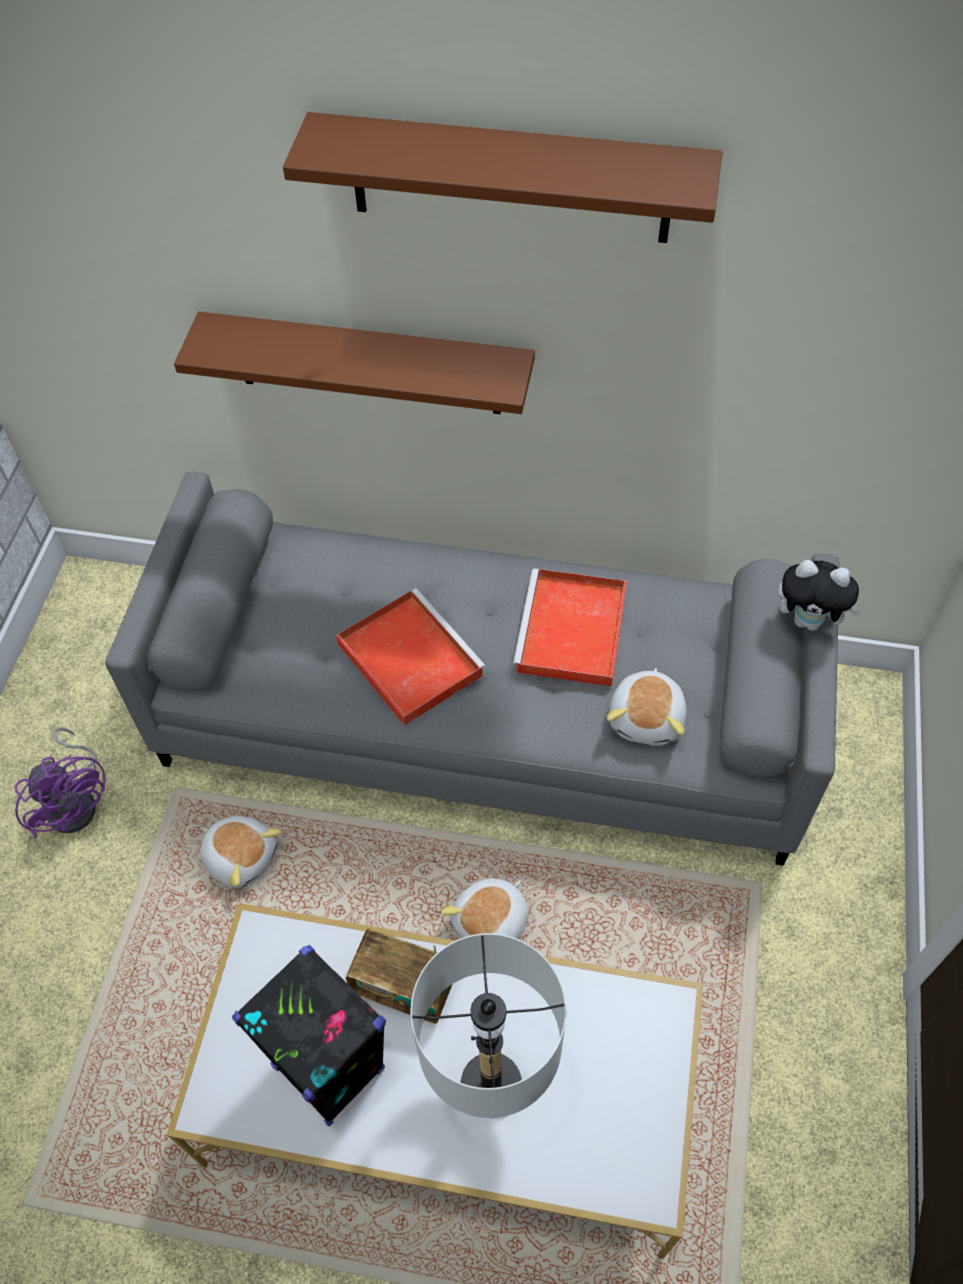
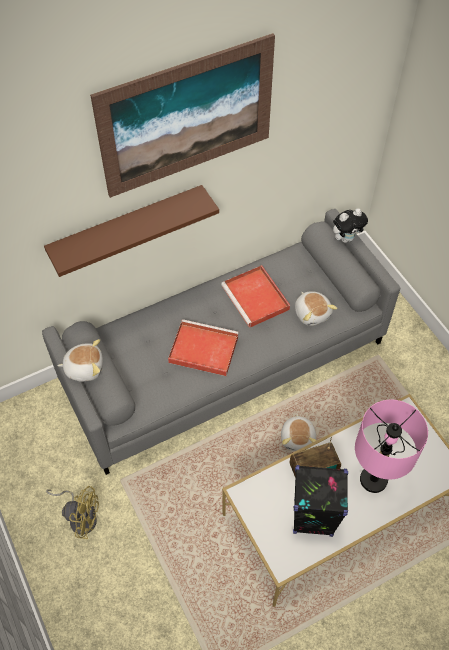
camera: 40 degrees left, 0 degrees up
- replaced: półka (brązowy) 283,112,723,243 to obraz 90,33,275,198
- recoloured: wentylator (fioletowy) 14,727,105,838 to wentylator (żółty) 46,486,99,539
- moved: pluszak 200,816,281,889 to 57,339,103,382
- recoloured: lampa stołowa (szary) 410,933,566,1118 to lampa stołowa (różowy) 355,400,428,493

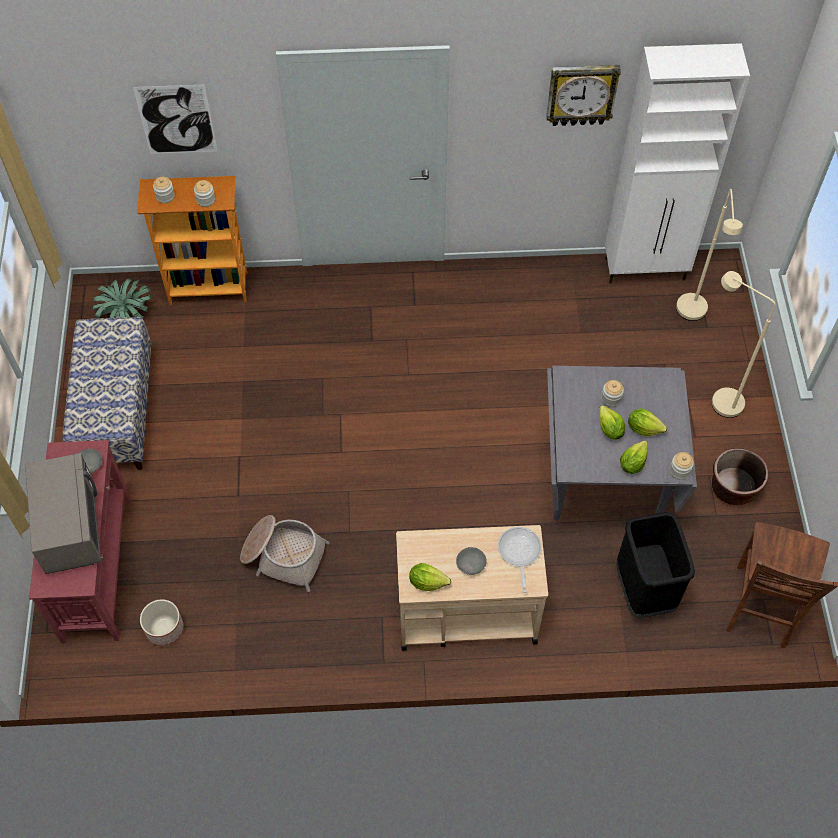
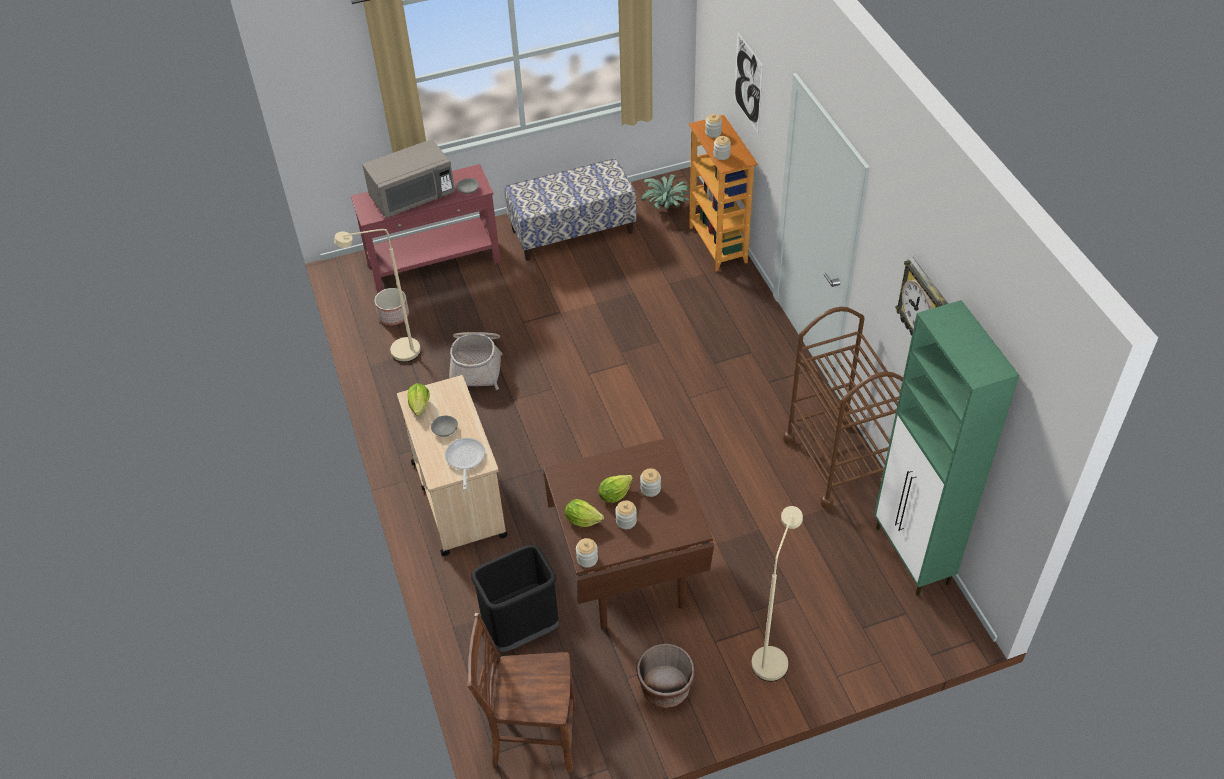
camera: 75 degrees right, 10 degrees down
- recoloured: szafka (biały) 605,43,750,283 to szafka (zielony) 874,300,1019,596
- moved: lampa stojąca (beżowy) 676,189,743,321 to 334,229,421,362
- recoloured: stół jadalny (szary) 547,366,697,521 to stół jadalny (brązowy) 543,437,714,629
- replaced: sałata 628,408,667,436 to słoik 615,501,637,529
- turned: patelnia 498,527,541,593 = 445,438,485,490 75 degrees counterclockwise
- added: wózek (brązowy) 783,307,903,509

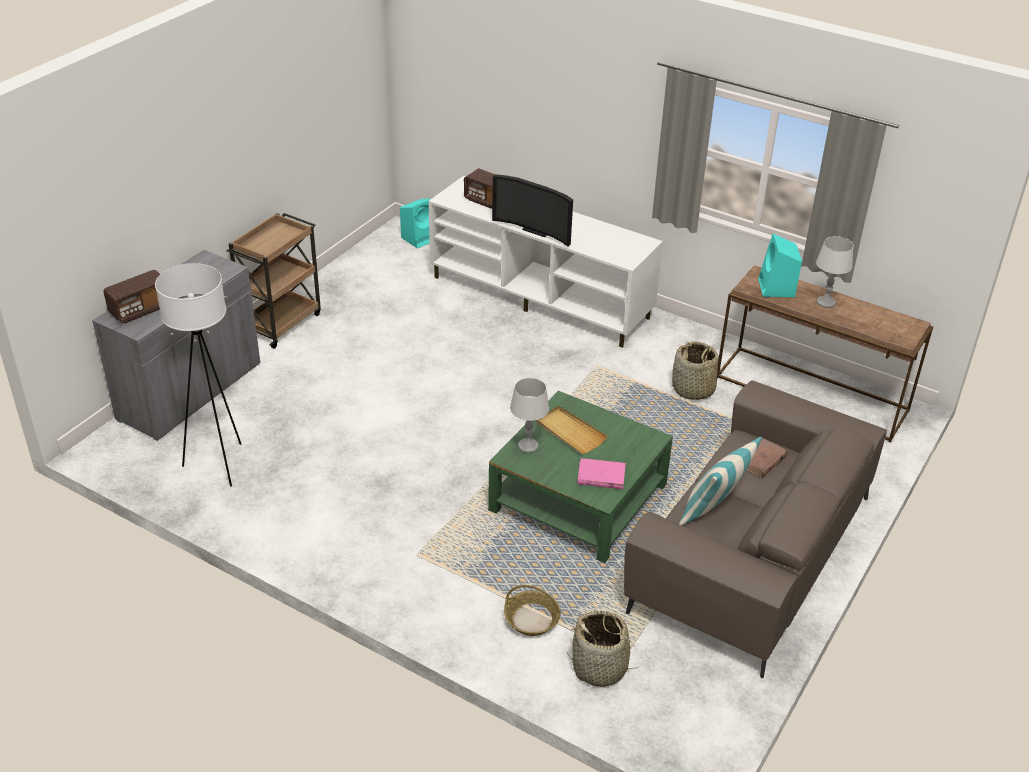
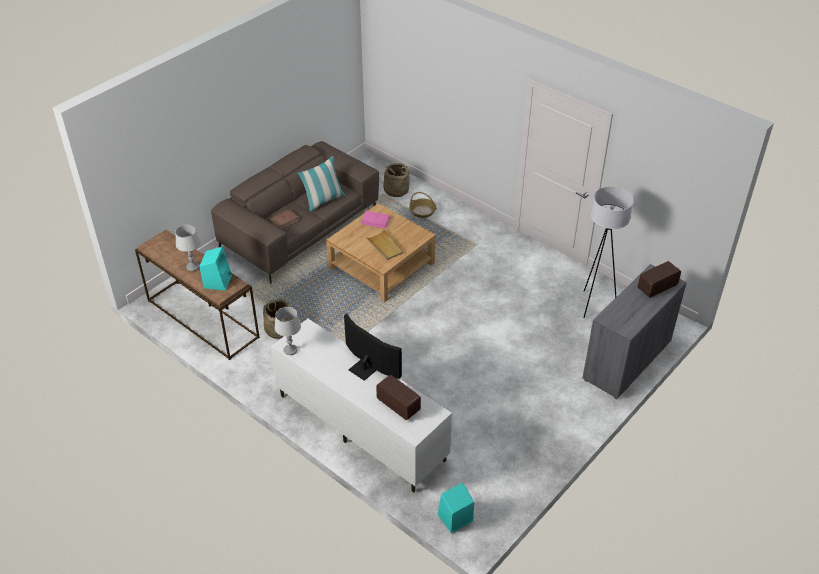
camera: 170 degrees left, 5 degrees up
- removed: wózek (brązowy) 227,213,321,349
- moved: lampa stołowa (szary) 510,378,549,453 to 274,307,301,355
- recoloured: ława (zielony) 488,391,673,563 to ława (beżowy) 326,203,435,303

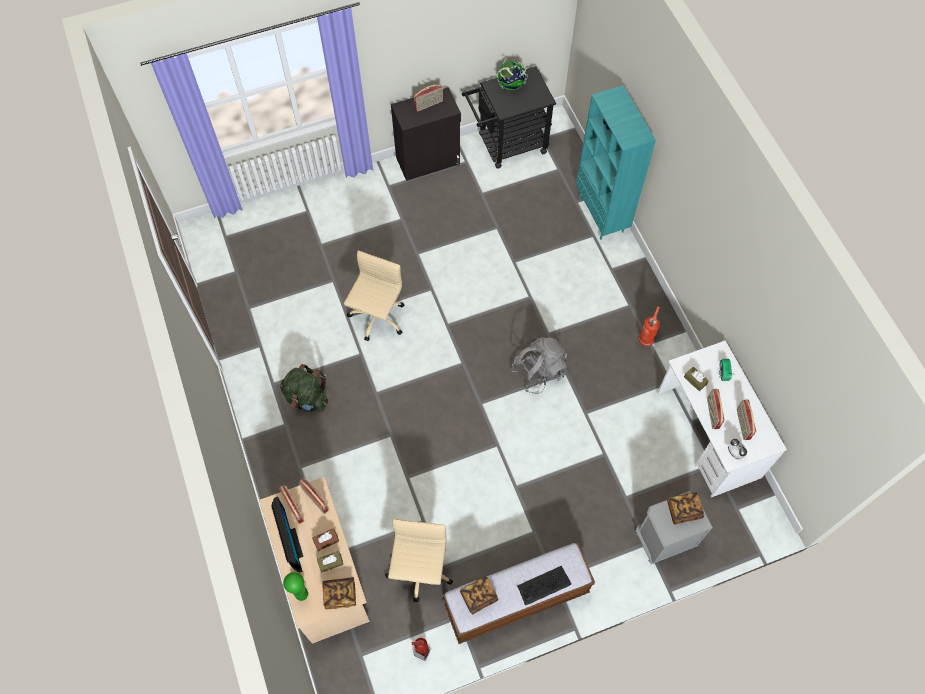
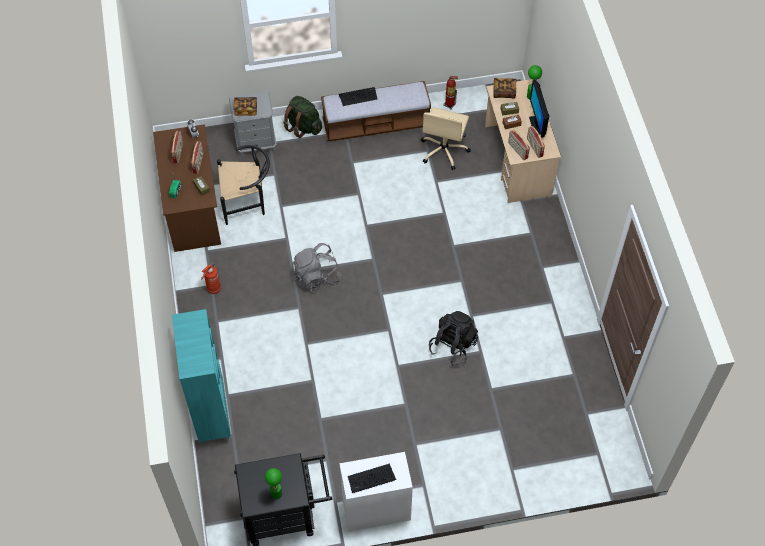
camera: 170 degrees left, 5 degrees down
- replaced: globus 497,58,528,91 to lampa stołowa (zielony) 265,468,282,499
- replaced: radio 414,84,443,111 to klawiatura 348,464,396,493
- recoloured: szafka (czarny) 391,87,461,181 to szafka (biały) 340,452,413,532
- replaced: krzesło biurowe (beżowy) 344,251,404,341 to plecak (czarny) 429,311,478,366
- recoloured: biurko (biały) 657,340,787,498 to biurko (brązowy) 153,124,221,252
- moved: plecak (zielony) 280,364,328,412 to 283,96,322,138
- removed: książka 460,576,498,615
- added: krzesło (czarny) 217,145,270,225

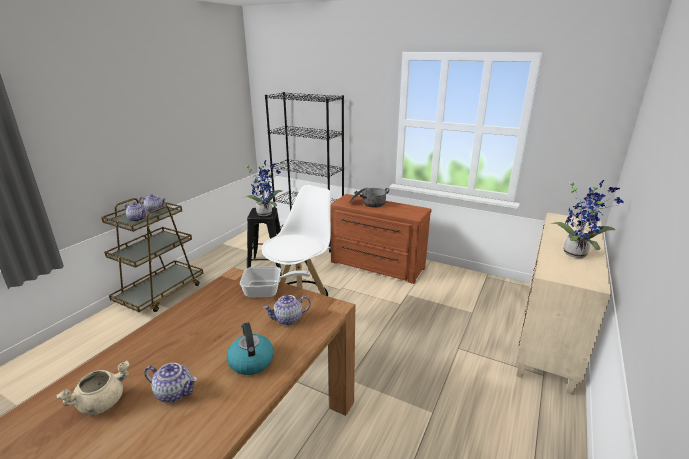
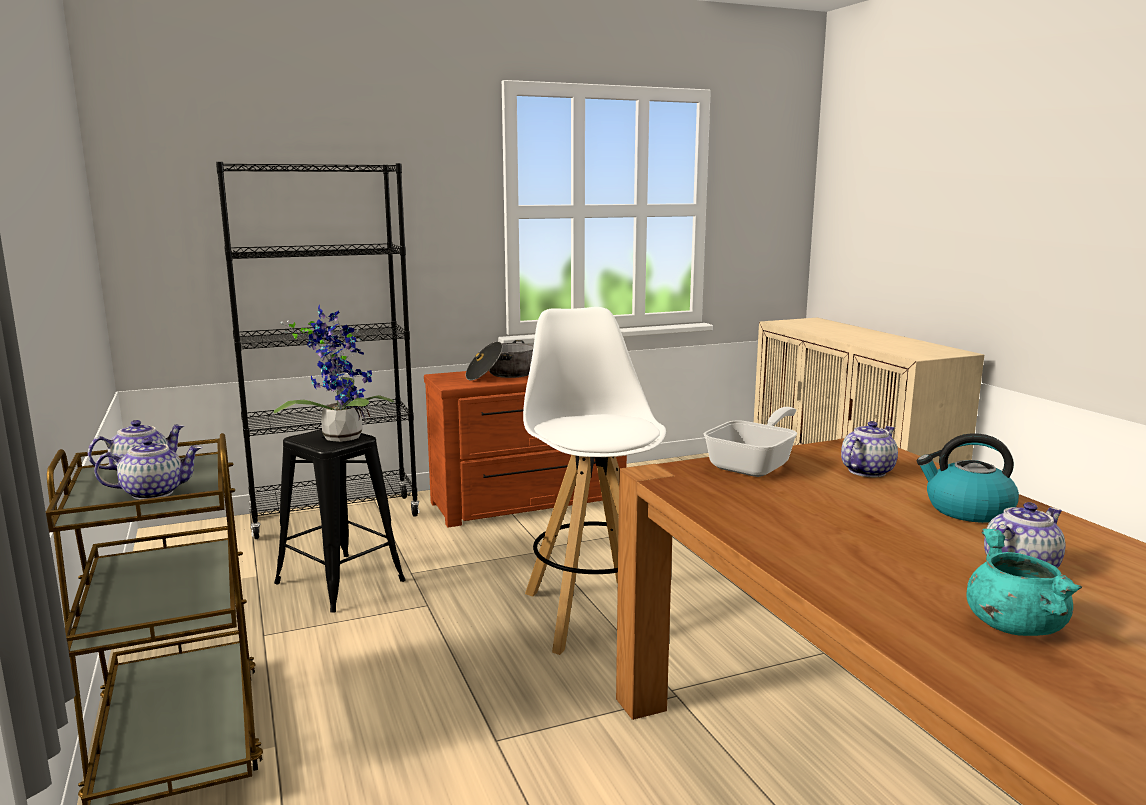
camera: 50 degrees left, 10 degrees down
- removed: roślina doniczkowa 551,180,623,258
- turned: imbryk 263,295,311,325 = 841,421,898,477 150 degrees counterclockwise
- recoloured: garnek (beżowy) 56,360,130,415 to garnek (turkusowy) 967,529,1082,636

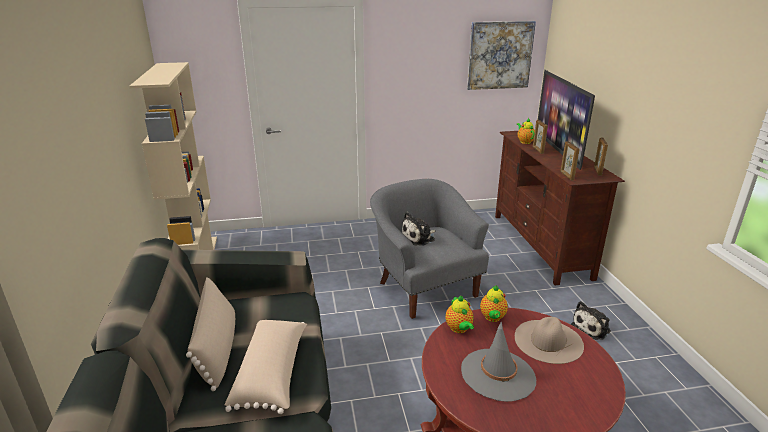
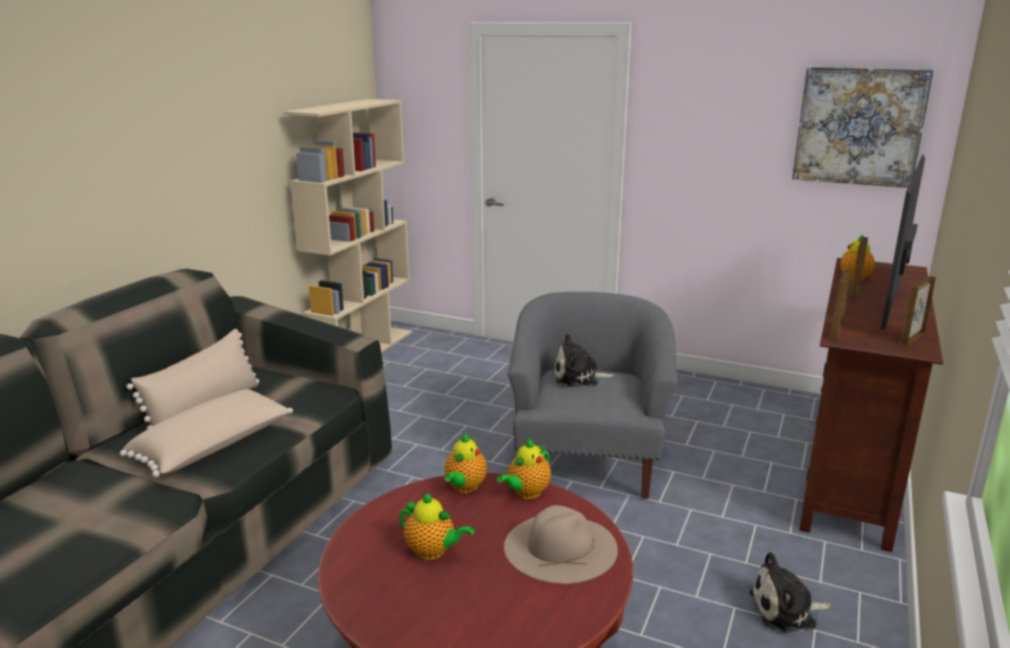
camera: 35 degrees right, 5 degrees down
- replaced: kapelusz (szary) 461,321,536,402 to imbryk 399,492,475,560

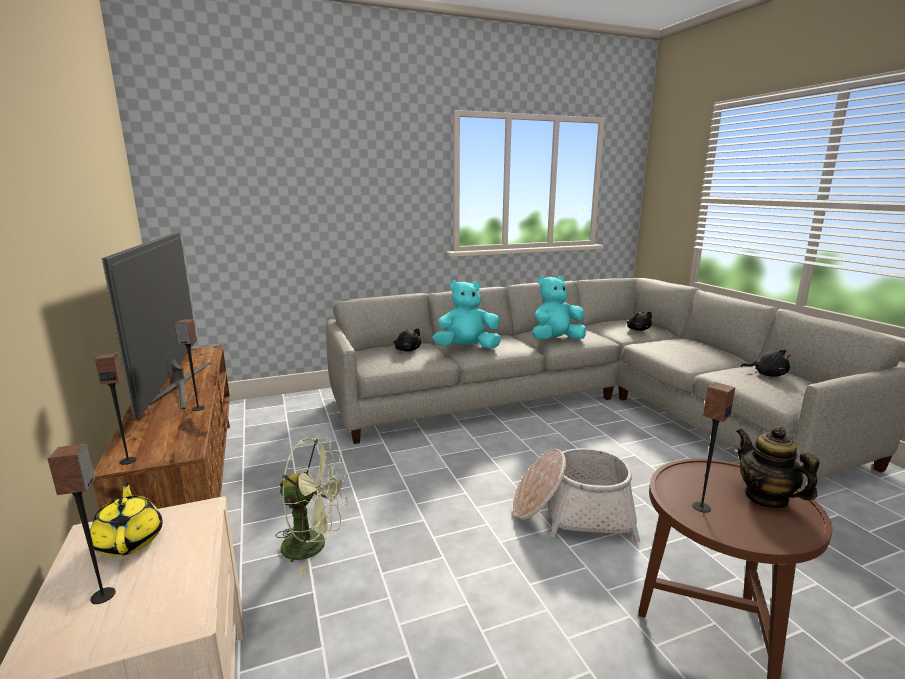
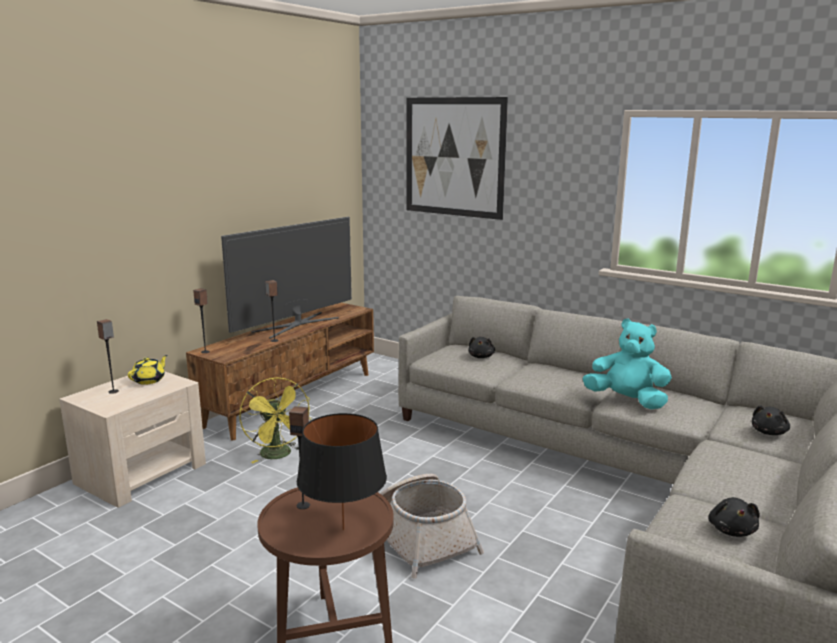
camera: 55 degrees right, 0 degrees up
- removed: pluszak (turkusowy) 433,280,501,349
- replaced: imbryk 736,426,819,509 to lampa stołowa (czarny) 297,413,387,530
- recoloured: wentylator (zielony) 276,437,348,574 to wentylator (żółty) 239,378,310,463
- added: obraz 406,97,508,220

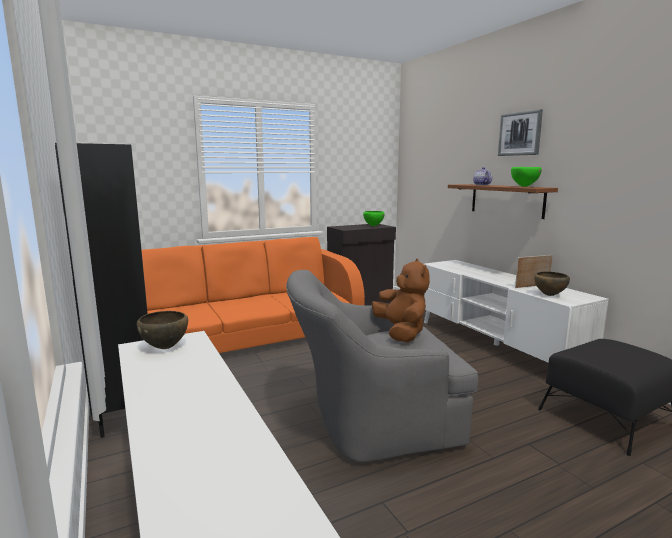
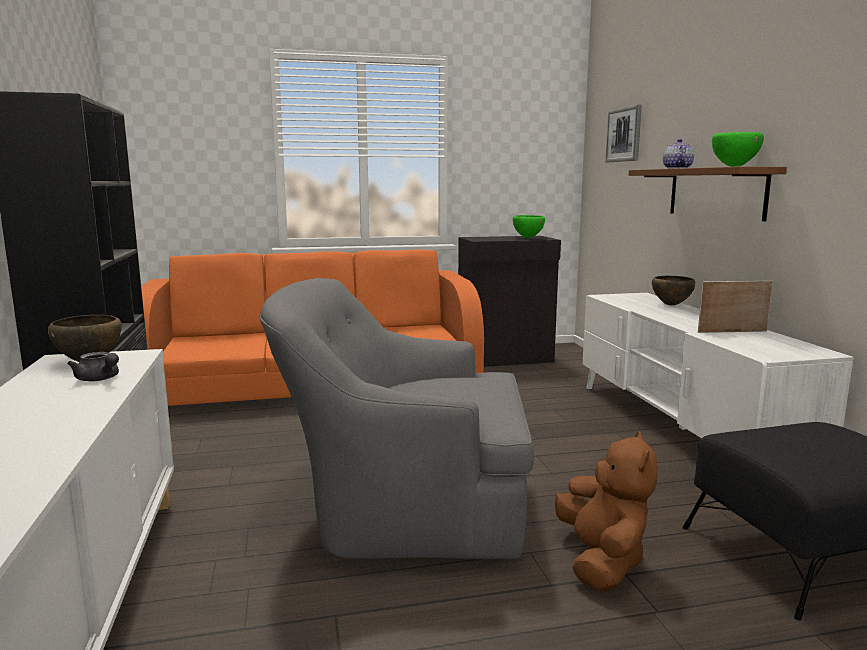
camera: 15 degrees right, 0 degrees up
- moved: obraz 498,109,543,156 to 605,104,642,162
- moved: pluszak (brązowy) 372,259,430,343 to 555,431,658,592
- moved: miska (brązowy) 534,272,570,296 to 652,276,695,306
- added: imbryk (szary) 68,352,119,381

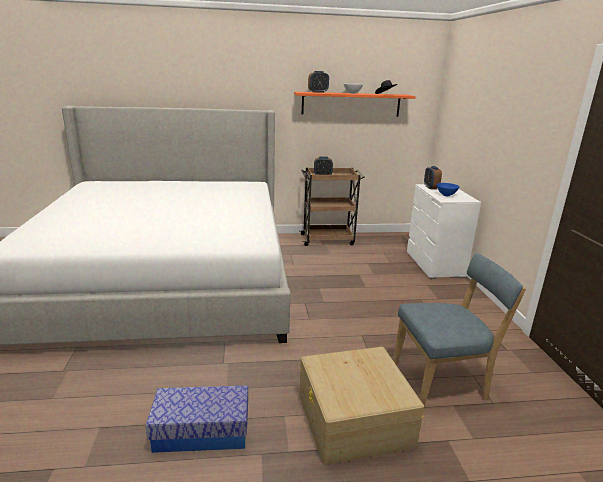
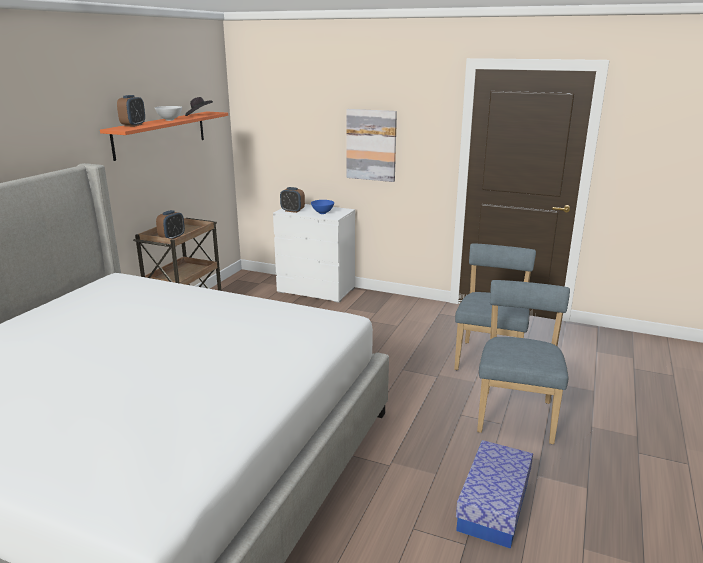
camera: 60 degrees left, 0 degrees up
- replaced: pojemnik do przechowywania (beżowy) 299,347,424,465 to krzesło (niebieski) 477,280,570,444
- added: obraz 346,109,397,182

